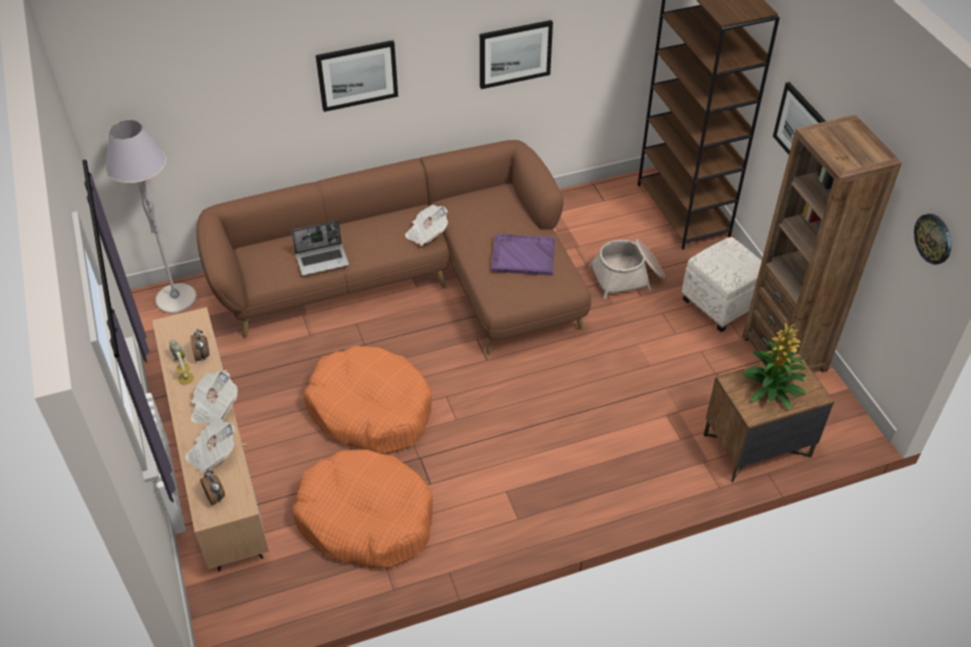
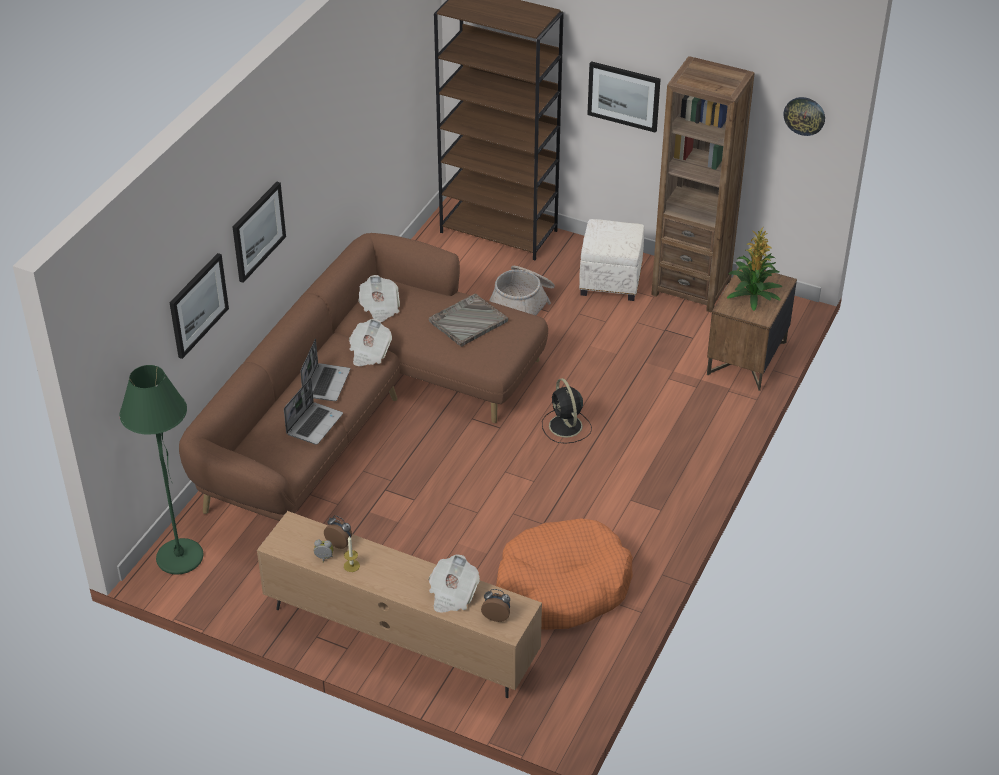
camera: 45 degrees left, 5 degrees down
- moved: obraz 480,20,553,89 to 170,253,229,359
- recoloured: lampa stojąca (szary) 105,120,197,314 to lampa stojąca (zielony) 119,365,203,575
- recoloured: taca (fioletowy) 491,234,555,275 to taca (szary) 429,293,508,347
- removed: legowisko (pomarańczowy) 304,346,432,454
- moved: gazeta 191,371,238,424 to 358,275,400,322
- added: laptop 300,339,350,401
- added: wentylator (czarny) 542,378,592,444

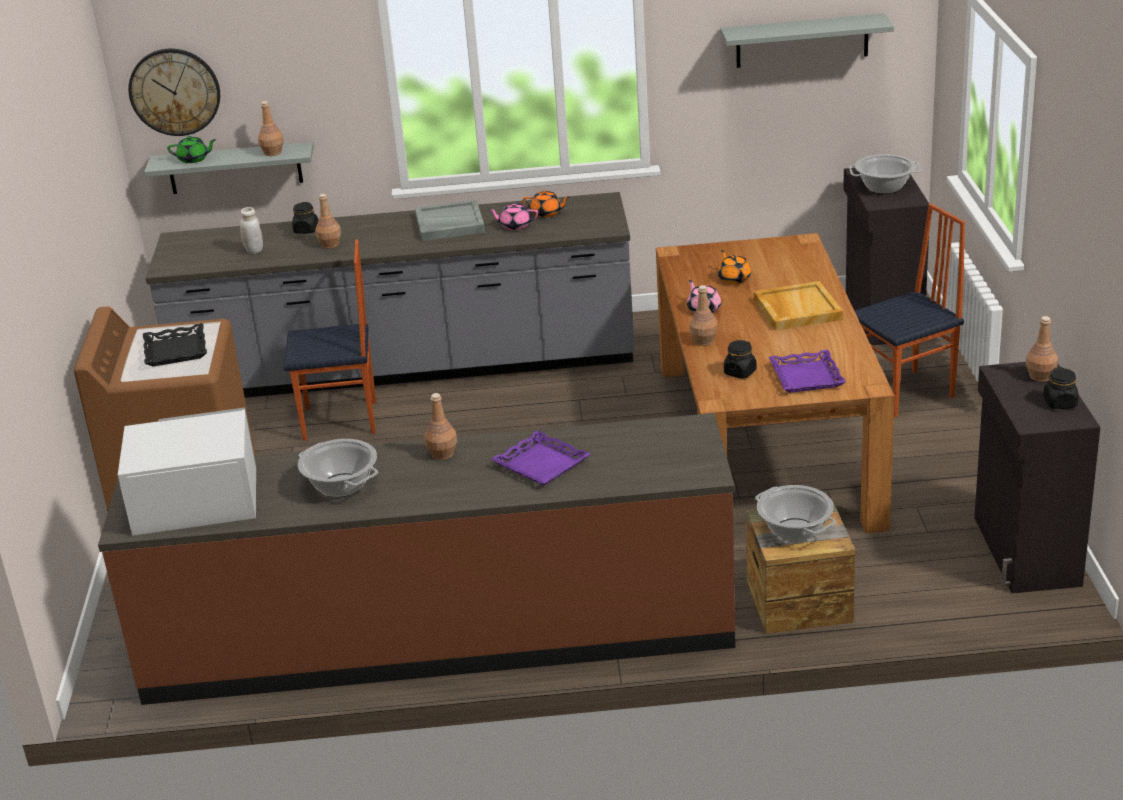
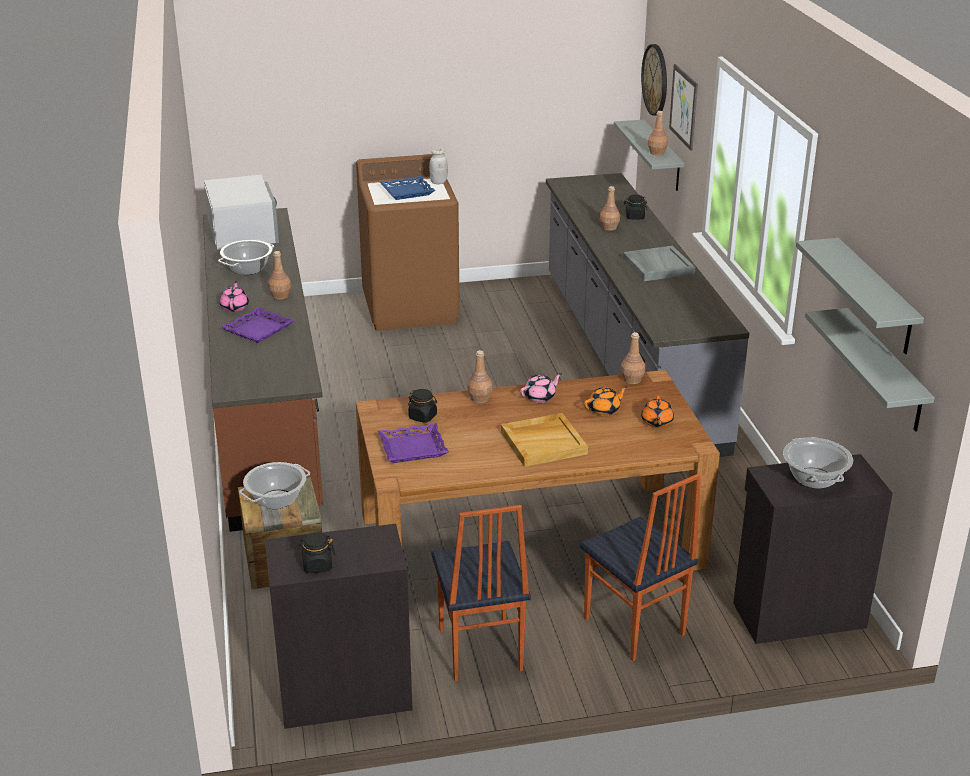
camera: 80 degrees right, 0 degrees up
- removed: imbryk (zielony) 167,136,216,163
- moved: imbryk (pomarańczowy) 523,190,570,218 to 641,396,674,428
- moved: imbryk (różowy) 488,203,538,230 to 220,281,249,312
- moved: słoik (biały) 240,207,263,254 to 429,148,448,184
- moved: krzesło 284,239,376,441 to 431,505,531,681
- moved: butelka (brązowy) 1026,316,1058,382 to 621,332,645,384
- recoloured: taca (czarny) 143,323,207,367 to taca (niebieski) 380,176,435,200
- added: obraz 669,64,698,151
- added: półka (szary) 805,308,935,432

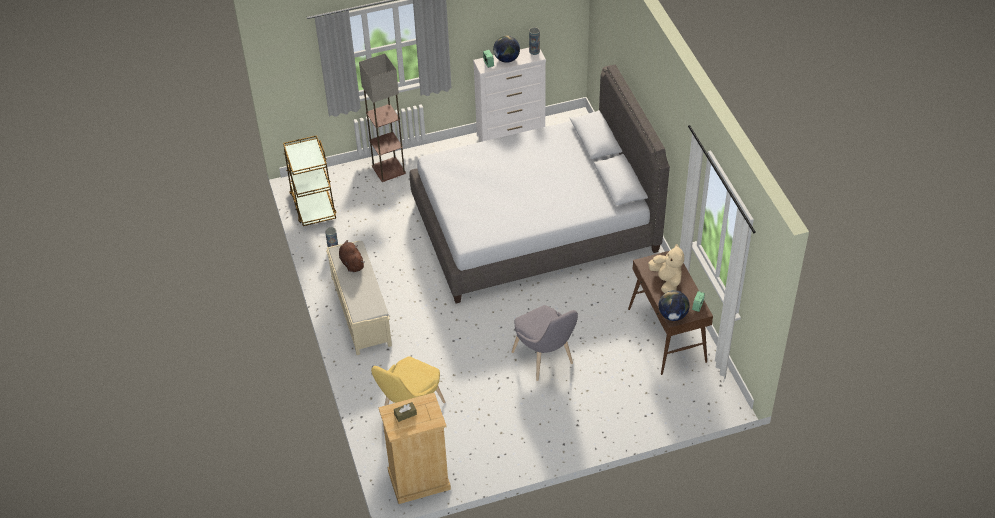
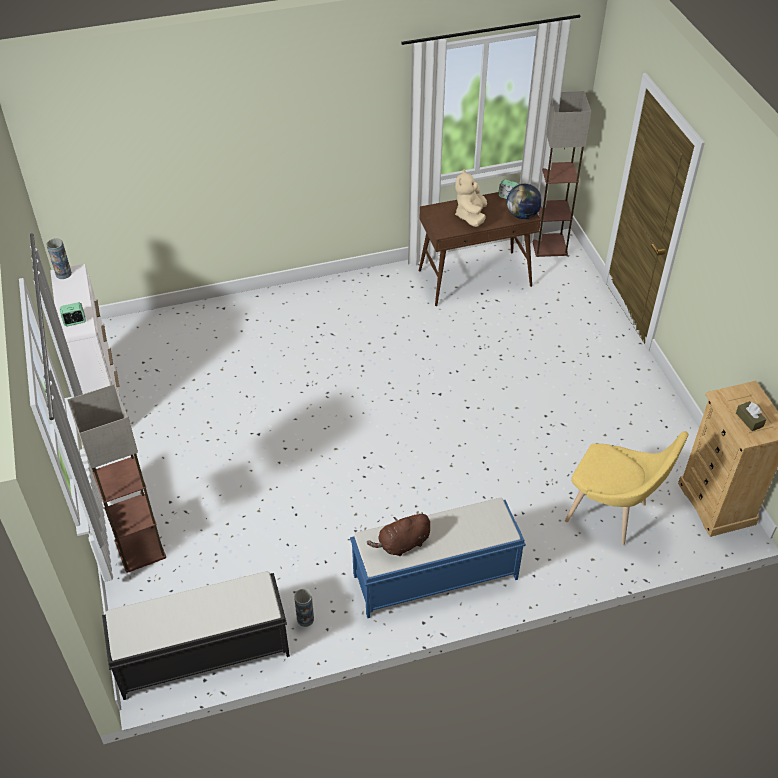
camera: 90 degrees left, 0 degrees up
- removed: globus 493,36,520,63
- removed: łóżko (szary) 409,65,670,304
- replaced: wózek (brązowy) 283,135,337,226 to ławka (czarny) 102,571,290,700
- recoloured: ławka (beżowy) 326,241,392,355 to ławka (niebieski) 350,498,526,618
- turned: pluszak (beżowy) 648,244,684,293 = 455,169,487,227 60 degrees counterclockwise
- removed: krzesło (szary) 512,305,578,381
- added: lampa stojąca 532,91,591,257

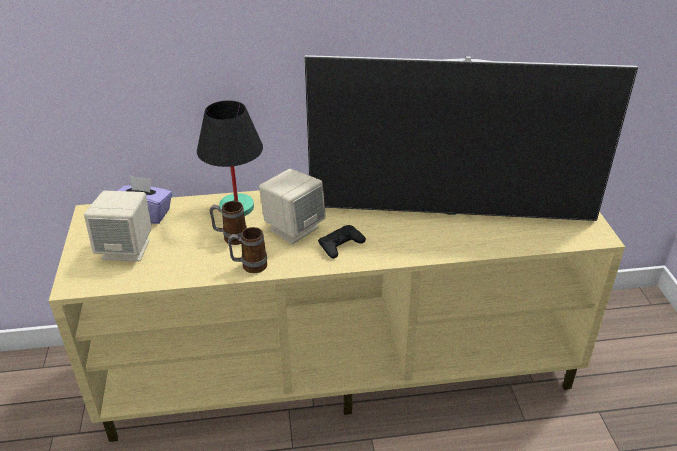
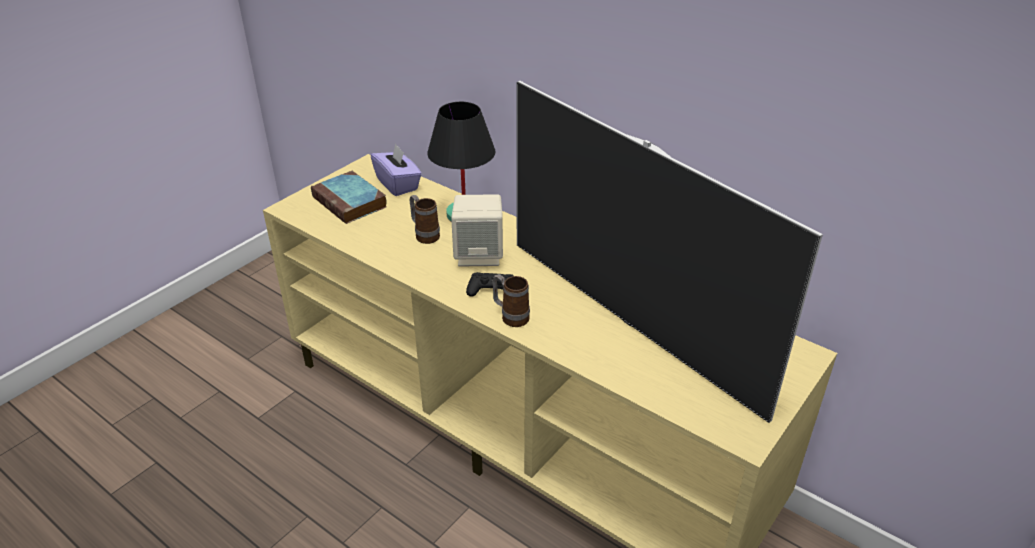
camera: 45 degrees right, 0 degrees up
- replaced: głośnik (beżowy) 84,190,152,261 to książka 311,171,387,224
- moved: kubek 228,227,267,273 to 492,274,530,327

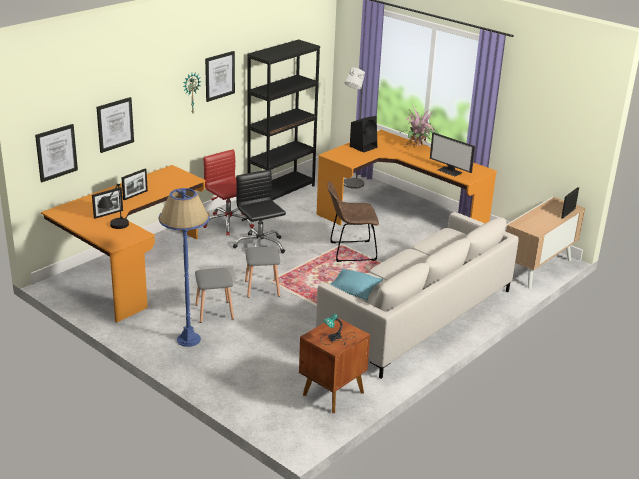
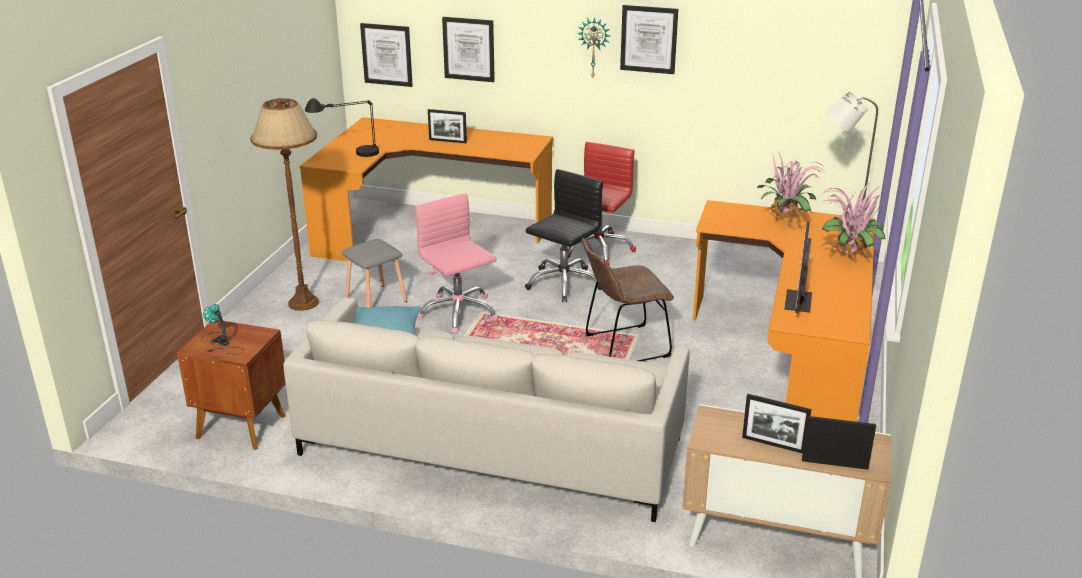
camera: 65 degrees right, 0 degrees up
- removed: regał (czarny) 247,39,320,201
- replaced: głośnik (czarny) 350,116,377,153 to roślina doniczkowa 757,151,822,231
- turned: krzesło (brązowy) 328,181,379,262 = 582,238,674,361 75 degrees counterclockwise
- moved: ramka na zdjęcie 92,187,123,219 to 742,394,811,453
- recoloured: lampa stojąca (niebieski) 158,188,210,347 to lampa stojąca (brązowy) 250,98,319,311
- replaced: stołek (szary) 245,247,280,298 to krzesło biurowe (różowy) 415,193,499,334

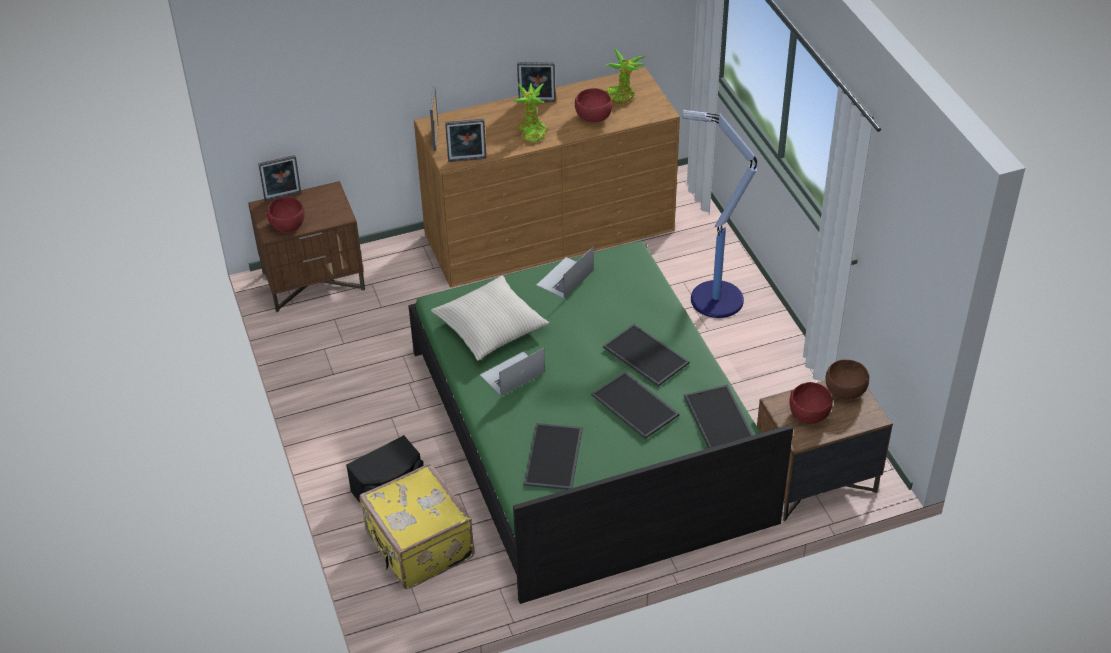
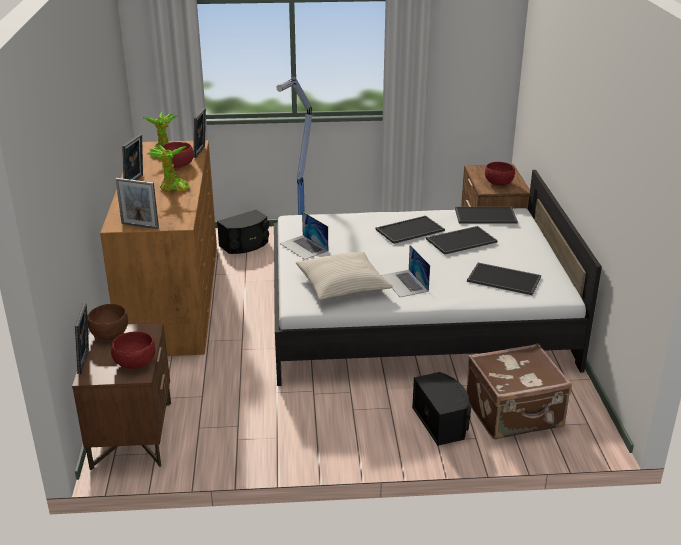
camera: 75 degrees left, 15 degrees down
- moved: ramka na zdjęcie 445,119,486,162 to 193,108,206,158
- recoloured: łóżko (zielony) 408,241,793,604 to łóżko (biały) 274,170,602,386
- moved: miska (brązowy) 826,360,869,400 to 87,304,128,340
- recoloured: walizka (żółty) 359,463,475,589 to walizka (brązowy) 466,343,572,440
- added: głośnik (czarny) 217,210,269,254

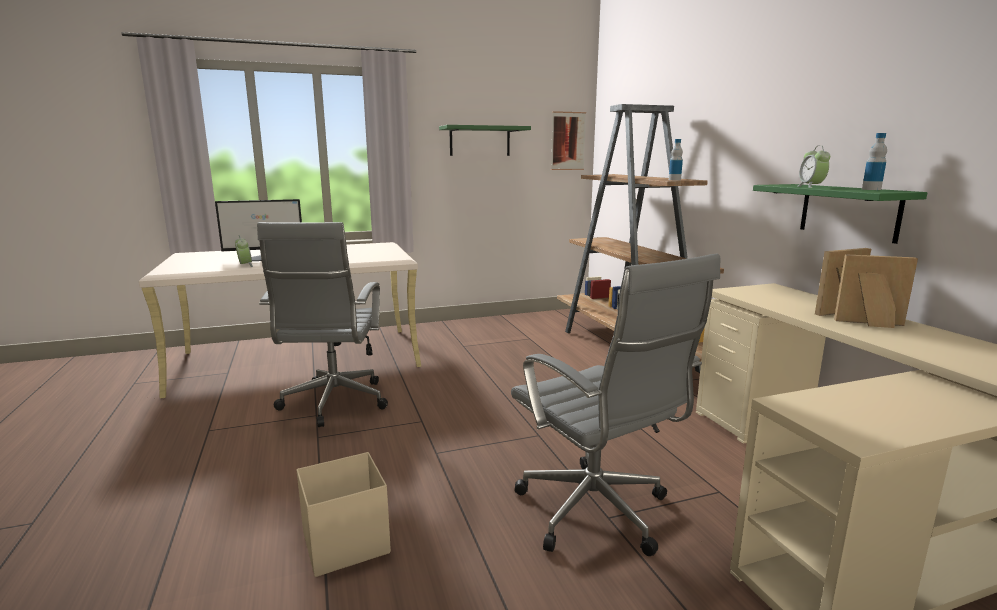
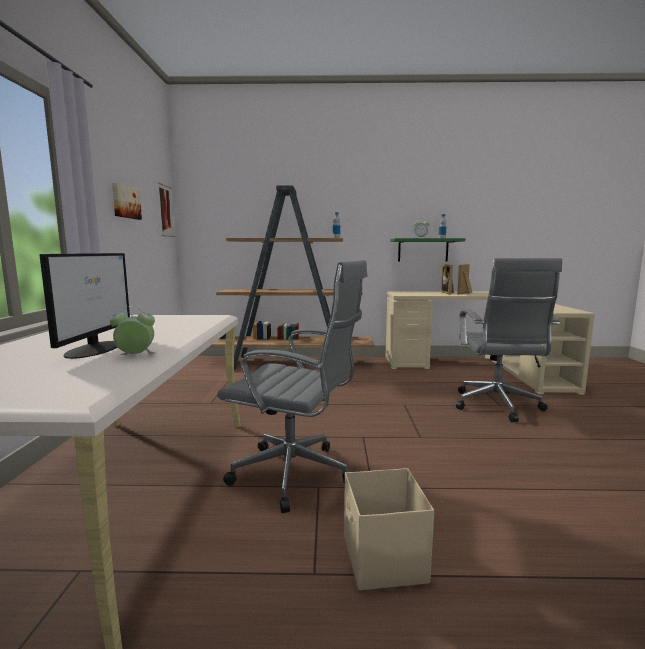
camera: 70 degrees left, 5 degrees down
- replaced: półka (zielony) 439,125,531,156 to obraz 112,182,142,220
- turned: krzesło biurowe (szary) 511,254,720,556 = 456,258,562,422 105 degrees clockwise
- moved: pojemnik do przechowywania (beżowy) 296,452,391,577 to 344,468,434,591

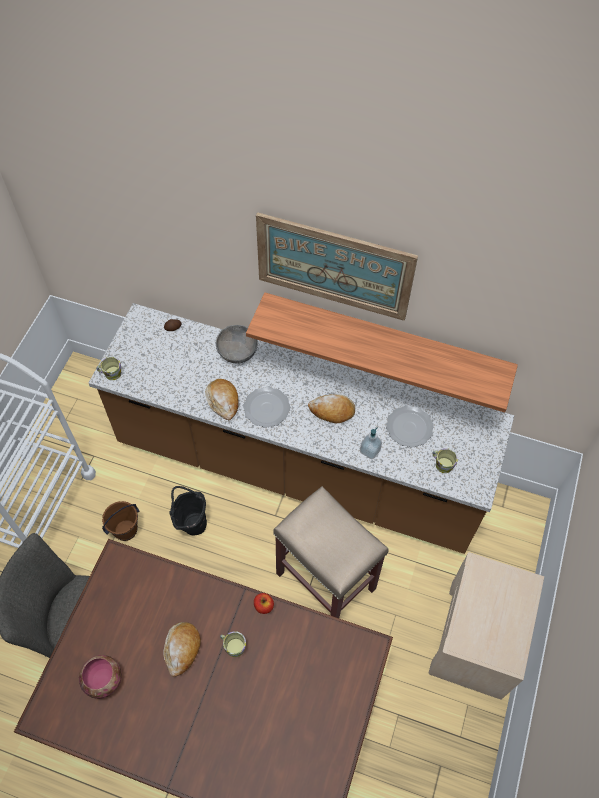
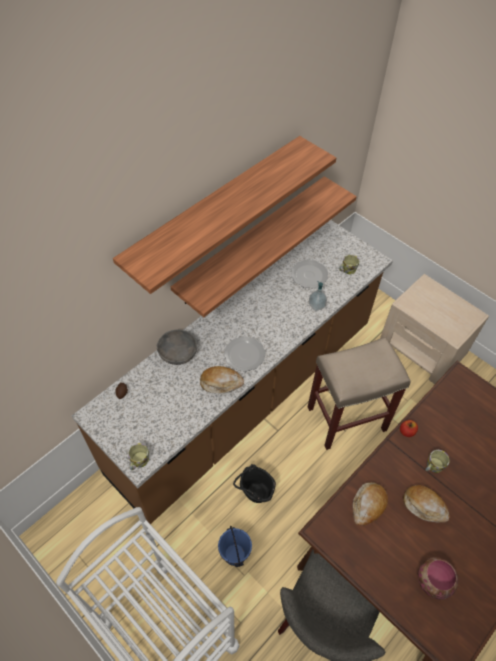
camera: 65 degrees left, 5 degrees down
- replaced: obraz 256,212,418,321 to półka 113,136,336,294
- moved: chleb 308,394,355,423 to 353,482,388,525
- recoloured: wiadro (brązowy) 102,501,140,541 to wiadro (niebieski) 218,525,252,567

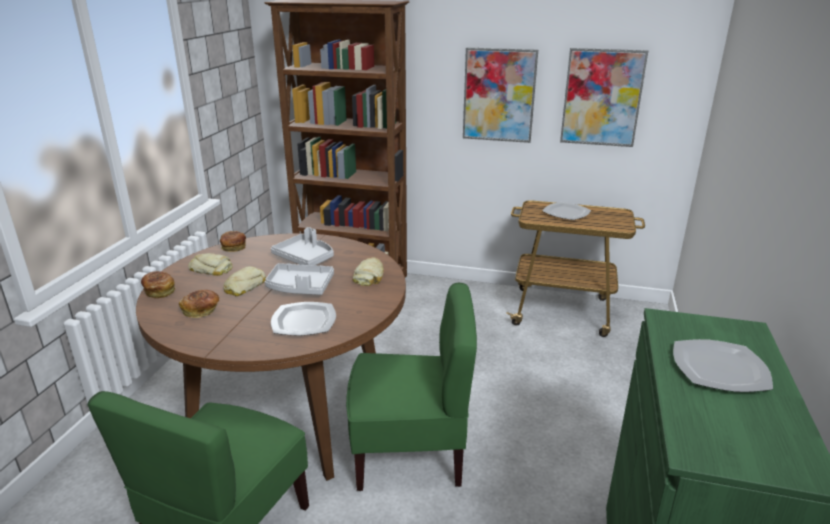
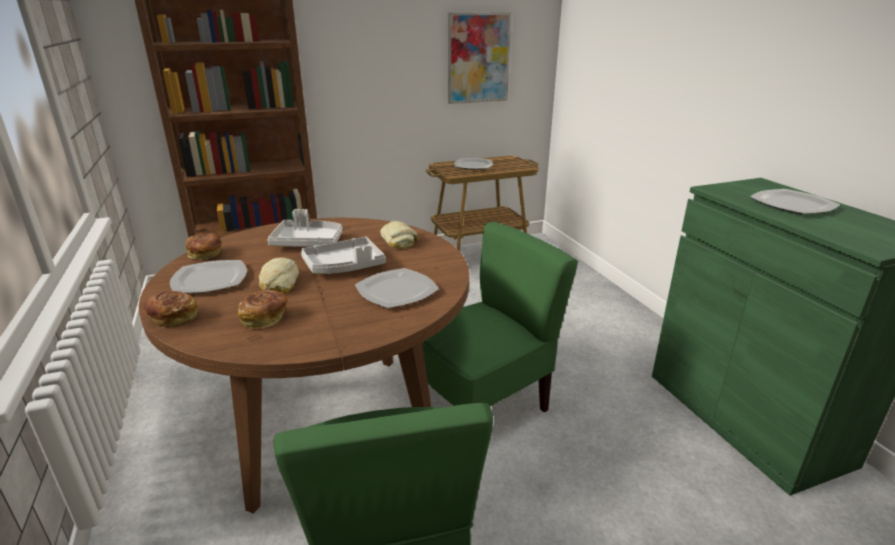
camera: 35 degrees left, 0 degrees up
- removed: obraz 463,48,538,143
- replaced: chleb 188,253,233,276 to talerz 170,260,247,293

